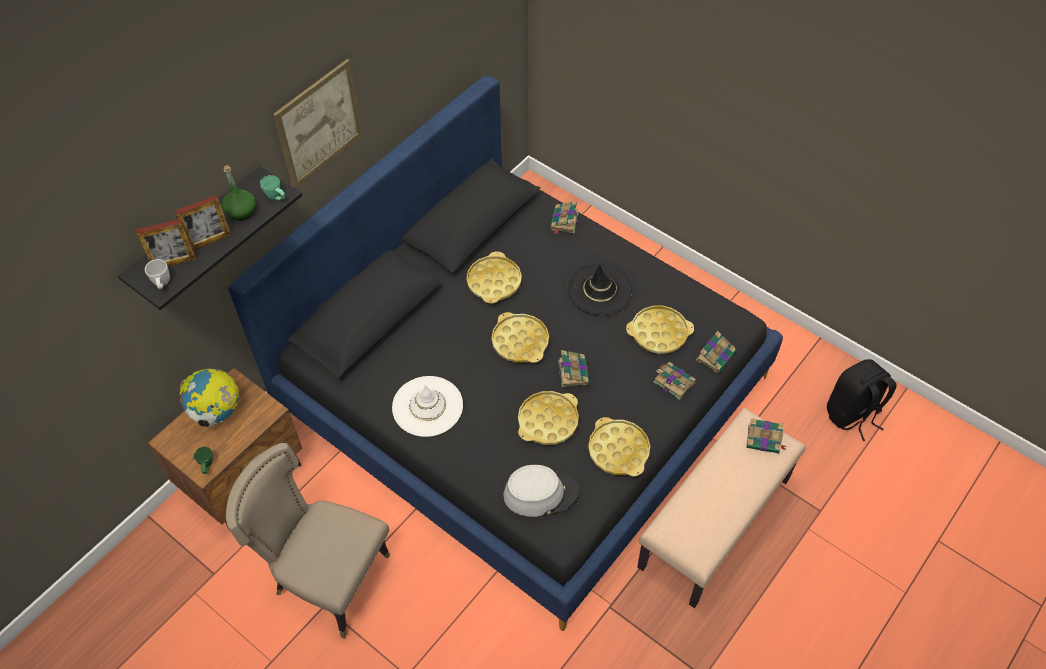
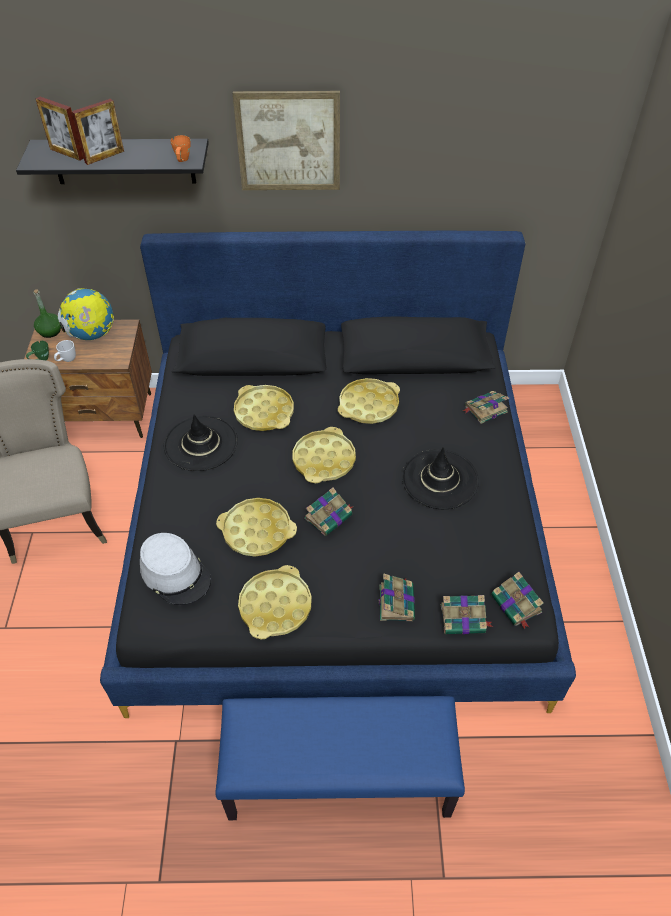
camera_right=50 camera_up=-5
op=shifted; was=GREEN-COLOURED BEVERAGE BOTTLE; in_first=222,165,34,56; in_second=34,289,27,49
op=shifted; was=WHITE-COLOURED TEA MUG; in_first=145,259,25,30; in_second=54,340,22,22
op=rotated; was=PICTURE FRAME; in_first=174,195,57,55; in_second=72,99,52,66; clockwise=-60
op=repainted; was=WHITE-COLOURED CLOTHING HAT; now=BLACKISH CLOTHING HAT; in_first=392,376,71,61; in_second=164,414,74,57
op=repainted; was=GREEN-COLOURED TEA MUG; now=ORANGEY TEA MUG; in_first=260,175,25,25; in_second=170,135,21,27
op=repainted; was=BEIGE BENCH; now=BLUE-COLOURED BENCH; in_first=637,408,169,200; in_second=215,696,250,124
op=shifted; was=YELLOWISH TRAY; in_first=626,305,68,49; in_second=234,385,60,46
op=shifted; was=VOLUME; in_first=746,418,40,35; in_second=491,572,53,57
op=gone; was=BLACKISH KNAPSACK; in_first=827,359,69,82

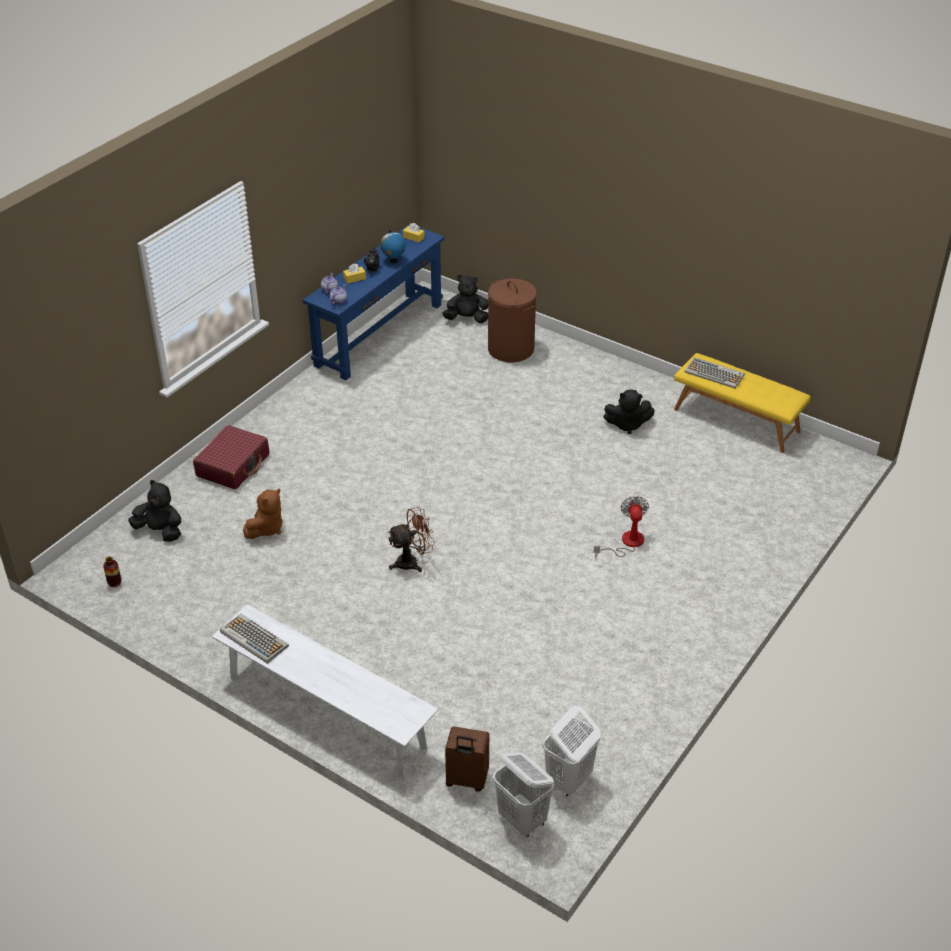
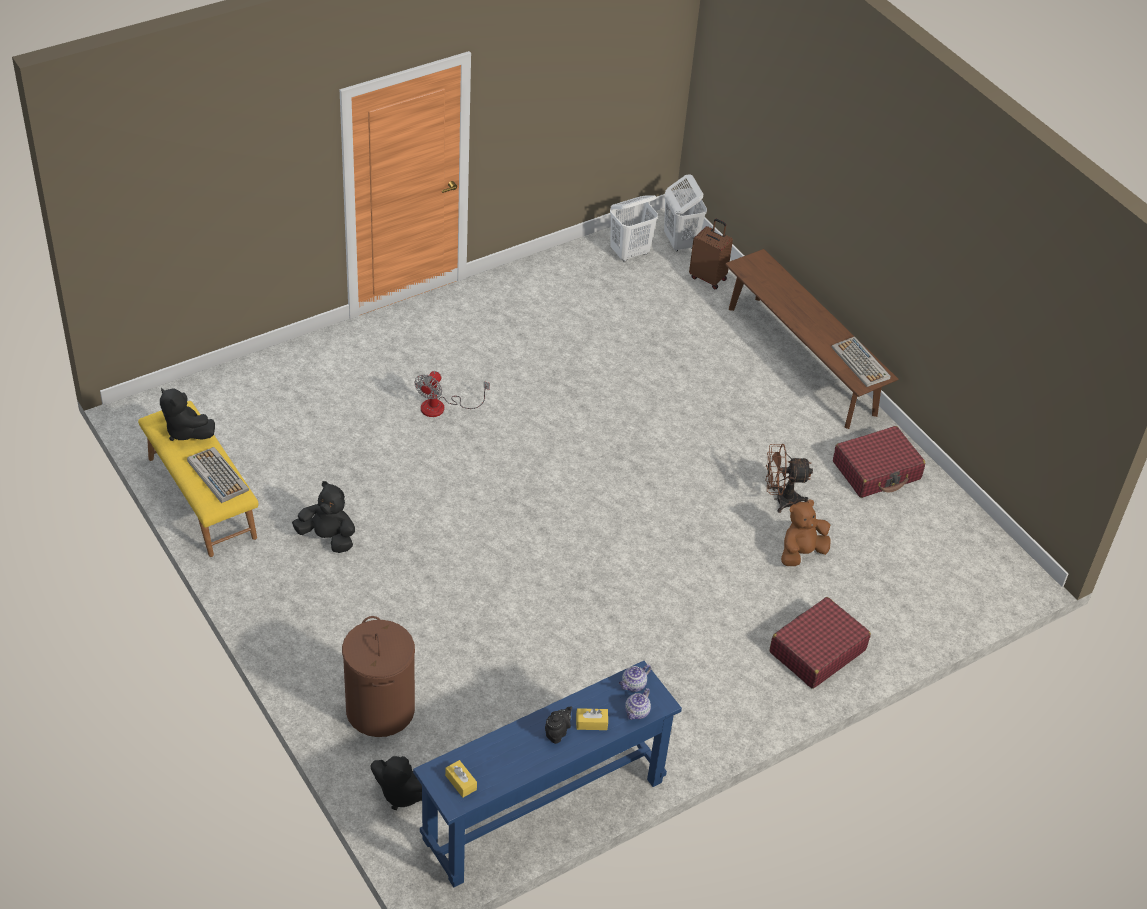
camera_right=-160 camera_up=5
op=shifted; was=BLACKISH PLUSH TOY; in_first=128,480,53,62; in_second=160,387,55,54
op=repainted; was=WHITE-COLOURED BENCH; now=BROWN BENCH; in_first=212,604,226,172; in_second=725,249,173,180
op=shifted; was=BROWN FAN; in_first=388,507,47,65; in_second=766,444,47,69
op=new; now=RED TRAVEL CASE; in_second=833,426,92,72
op=gone; was=DECORATIVE VASE; in_first=103,557,18,30
op=gone; was=DESK GLOBE; in_first=380,230,26,33

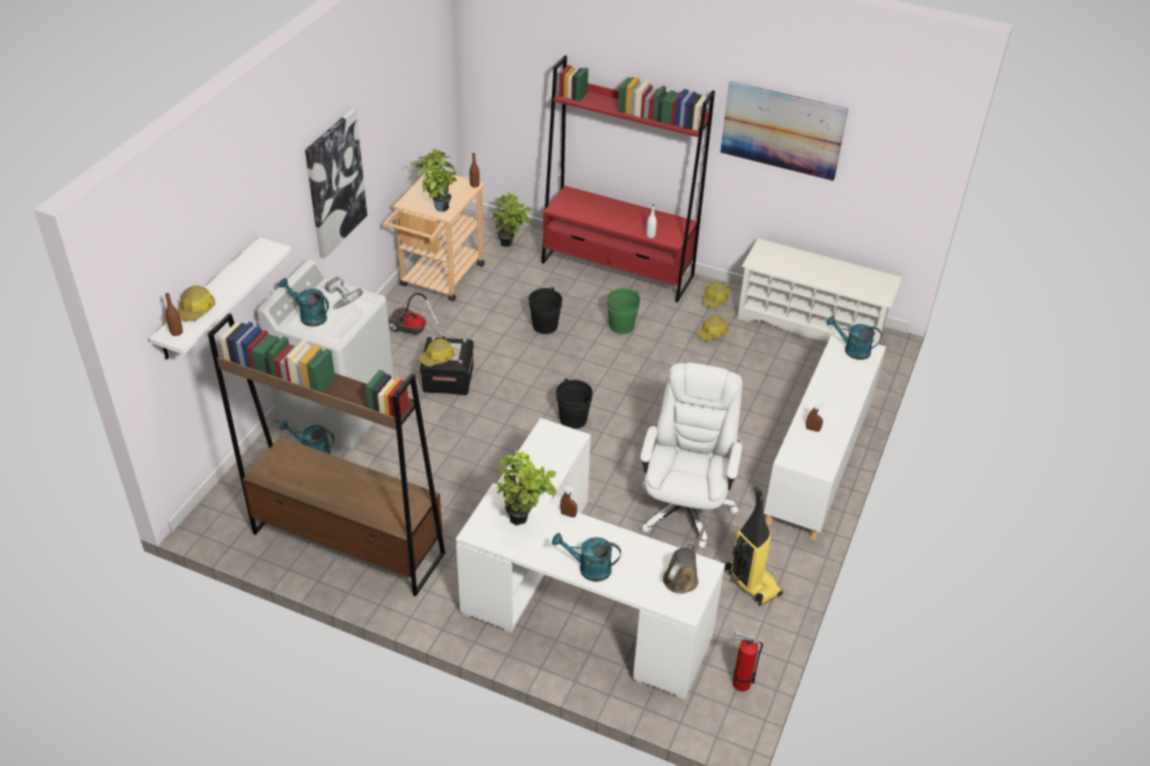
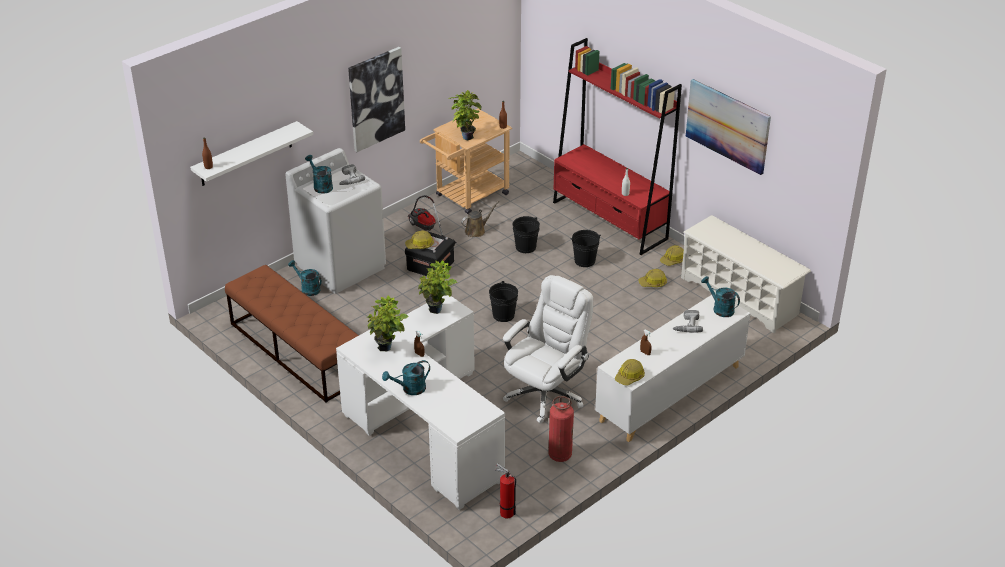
camera_right=25 camera_up=-5
op=swapped; was=BROWN BOOKSHELF; now=BROWN BENCH; in_first=208,313,237,283; in_second=225,265,134,138
op=rotated; was=TURQUOISE-COLOURED WATERING POT; in_first=552,533,69,49; in_second=382,360,48,35; clockwise=-60
op=shifted; was=PLANT IN A POT; in_first=491,192,41,55; in_second=418,260,40,54
op=shifted; was=BROWN WATERING POT; in_first=663,518,46,76; in_second=461,201,38,36
op=swapped; was=VACUUM CLEANER; now=FIRE-FIGHTING CYLINDER; in_first=725,486,58,120; in_second=549,396,25,66
op=repainted; was=GREEN-COLOURED PAIL; now=BLACKISH PAIL; in_first=607,288,33,46; in_second=570,230,31,37
op=shifted; was=HARD HAT; in_first=178,286,37,36; in_second=615,359,30,27
op=new; now=POWER DRILL; in_second=672,310,31,23

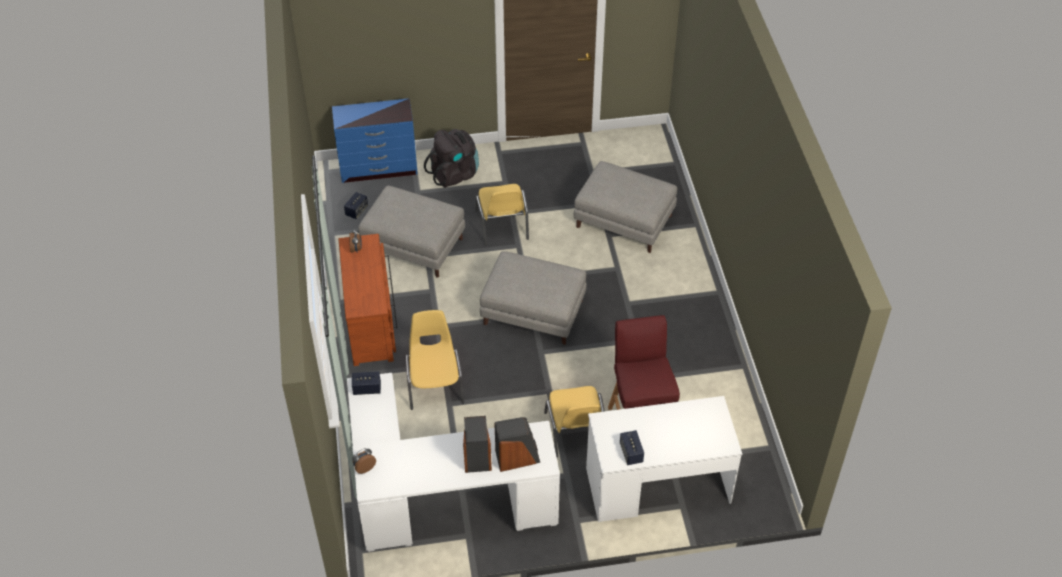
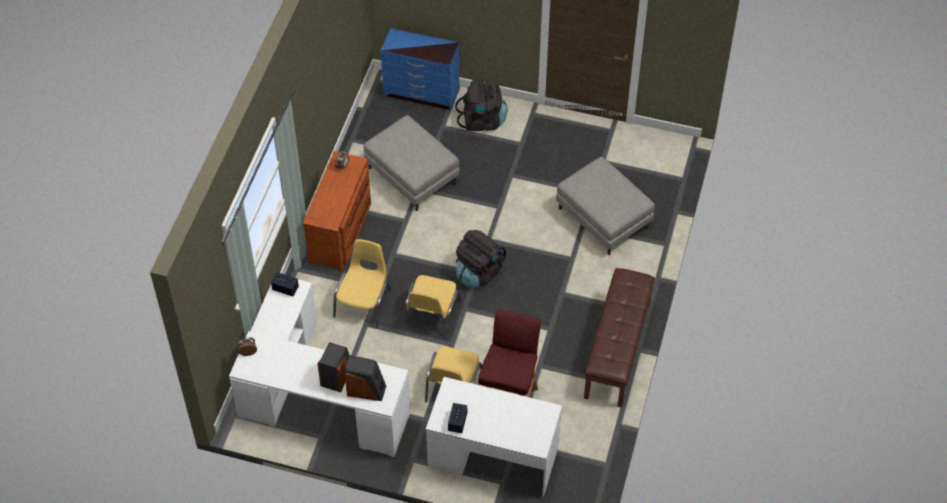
camera_right=25 camera_up=5
op=shifted; was=YELLOWISH PLAIN CHAIR; in_first=475,184,54,61; in_second=404,275,57,64
op=swapped; was=GRAY POUFFE; now=BLACKISH KNAPSACK; in_first=480,251,106,94; in_second=456,230,50,58
op=new; now=BROWN BENCH; in_second=584,268,71,139
op=gone; was=SPEAKER; in_first=344,192,24,27

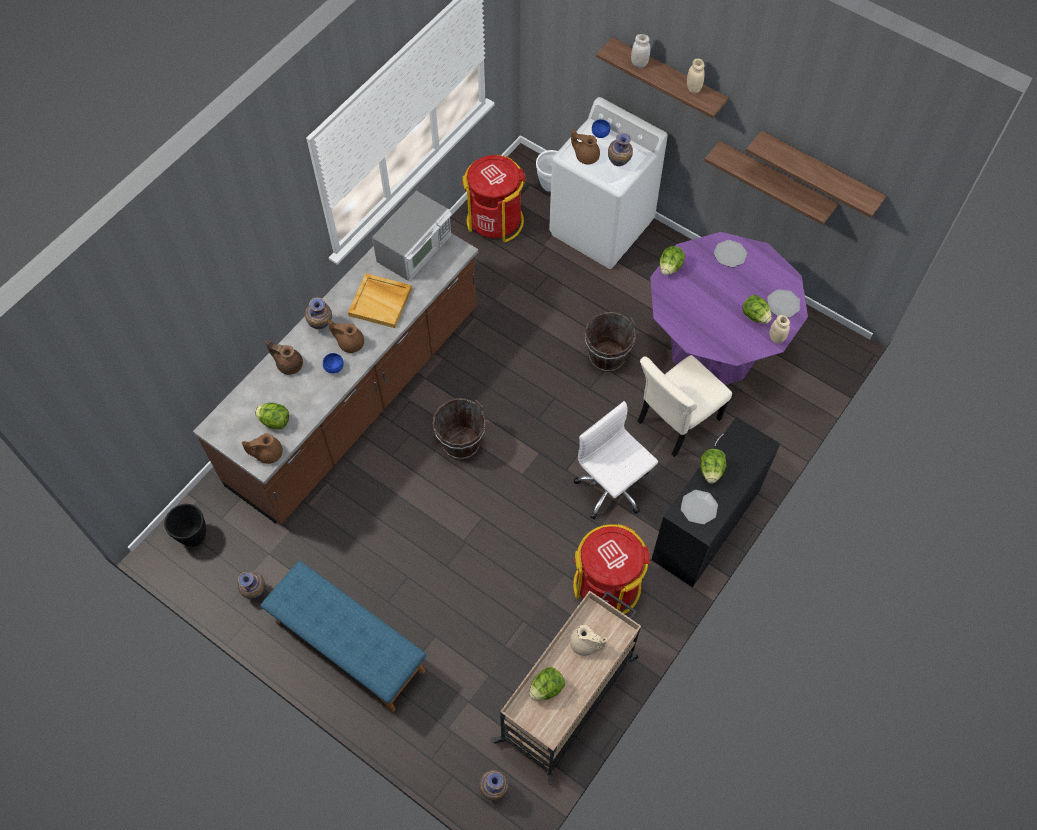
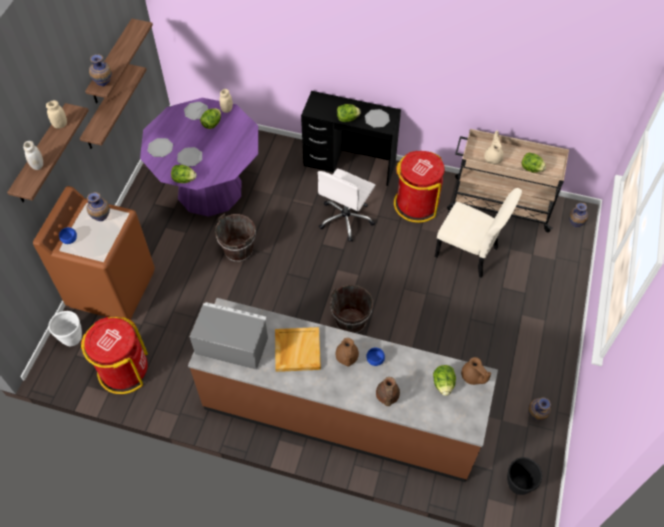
camera_right=-110 camera_up=-5
op=repainted; was=WHITE-COLOURED LAUNDRY APPLIANCE; now=BROWN LAUNDRY APPLIANCE; in_first=549,97,119,172; in_second=33,186,122,134
op=shifted; was=DECORATIVE VASE; in_first=305,297,27,32; in_second=89,54,23,33
op=new; now=PLATE; in_second=177,147,25,20
op=shifted; was=BEIGE PLAIN CHAIR; in_first=637,355,95,102; in_second=435,188,87,90
op=gone; was=BLUE-COLOURED BENCH; in_first=261,561,165,151
op=gone; was=BROWN POT FOR TEA; in_first=571,129,29,36

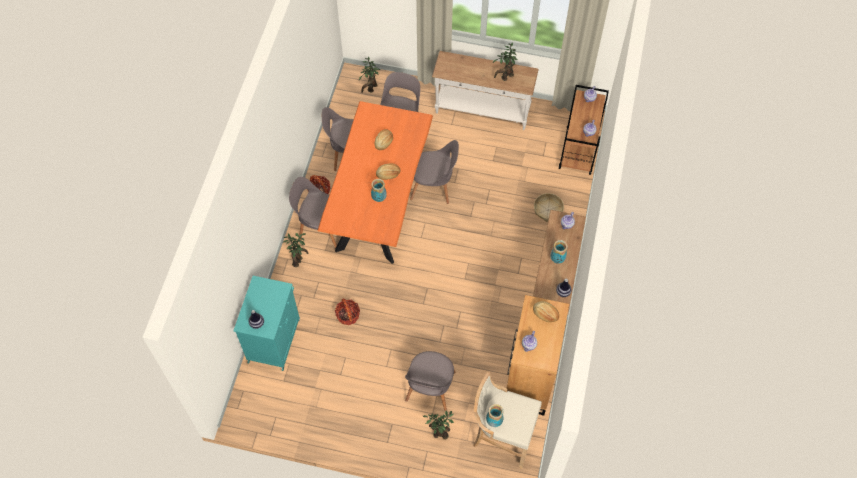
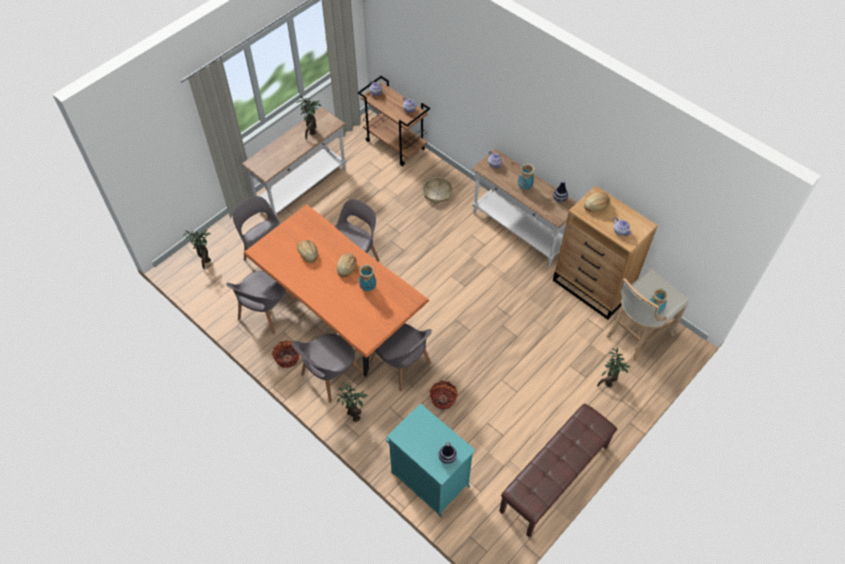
camera_right=-60 camera_up=-5
op=shifted; was=GRAY PLAIN CHAIR; in_first=405,351,51,60; in_second=370,324,62,67
op=new; now=BROWN BENCH; in_second=499,404,118,134

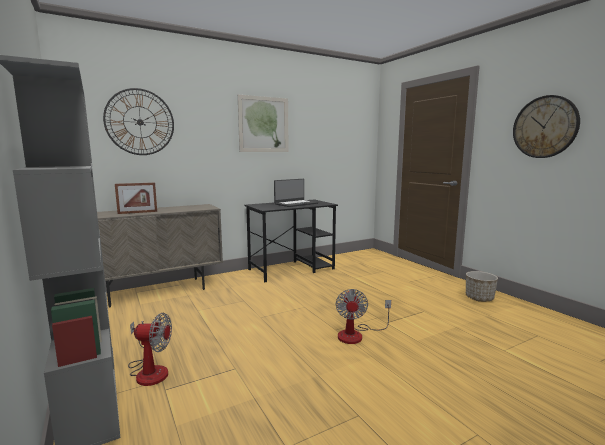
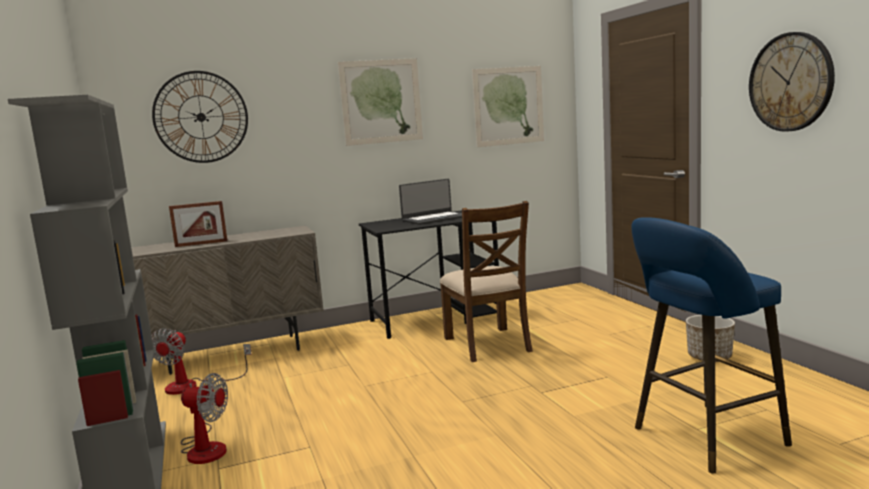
camera_right=10 camera_up=0
op=shifted; was=FAN; in_first=336,289,55,55; in_second=152,328,100,67
op=new; now=BROWN PLAIN CHAIR; in_second=440,201,93,161
op=new; now=WALL ART; in_second=472,66,72,81
op=new; now=BLUE-COLOURED STOOL SEAT; in_second=631,217,161,257

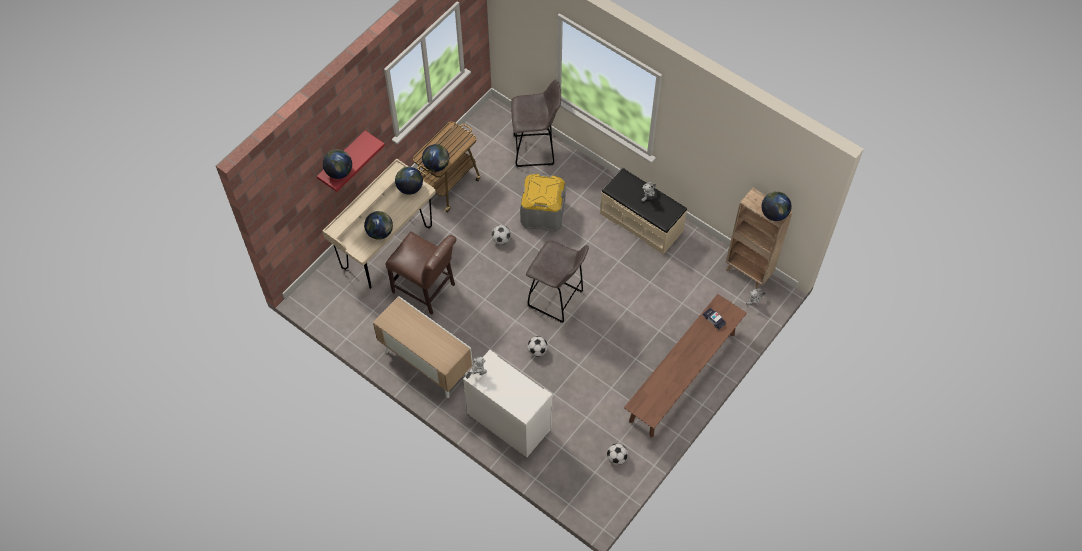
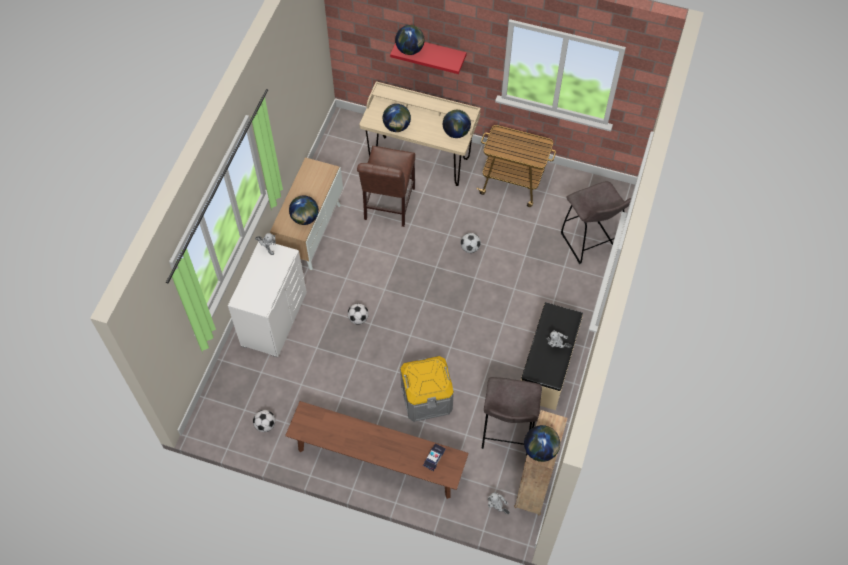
camera_right=70 camera_up=0
op=shifted; was=DESK GLOBE; in_first=422,144,27,28; in_second=289,195,30,30
op=shifted; was=GRAY STORAGE BIN; in_first=520,174,46,58; in_second=400,356,54,66
op=shifted; was=GRAY STOOL SEAT; in_first=526,240,63,83; in_second=481,377,61,79

